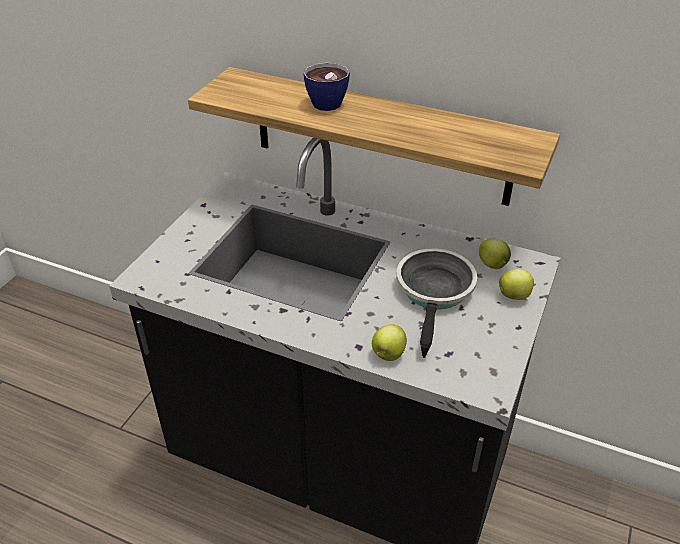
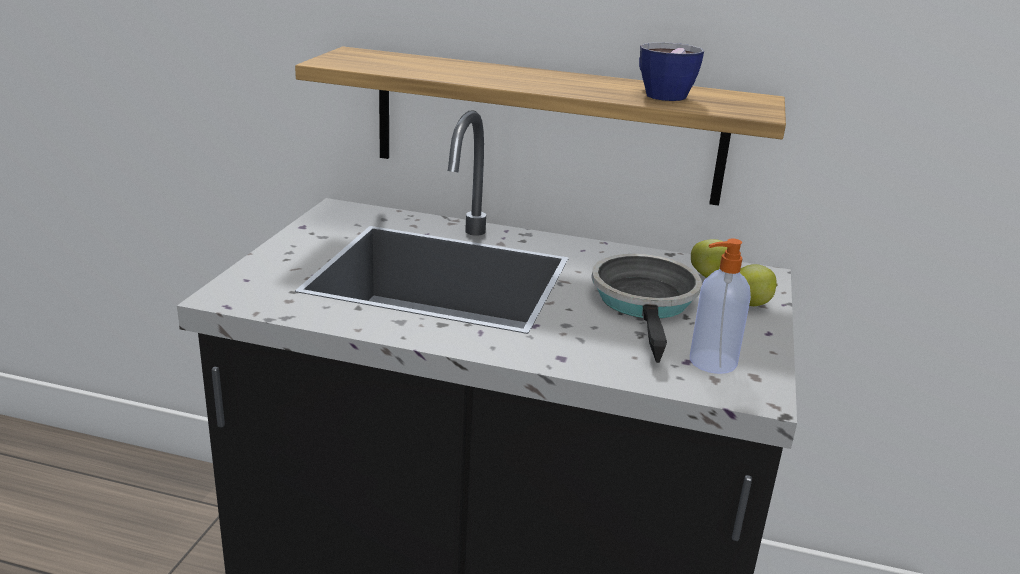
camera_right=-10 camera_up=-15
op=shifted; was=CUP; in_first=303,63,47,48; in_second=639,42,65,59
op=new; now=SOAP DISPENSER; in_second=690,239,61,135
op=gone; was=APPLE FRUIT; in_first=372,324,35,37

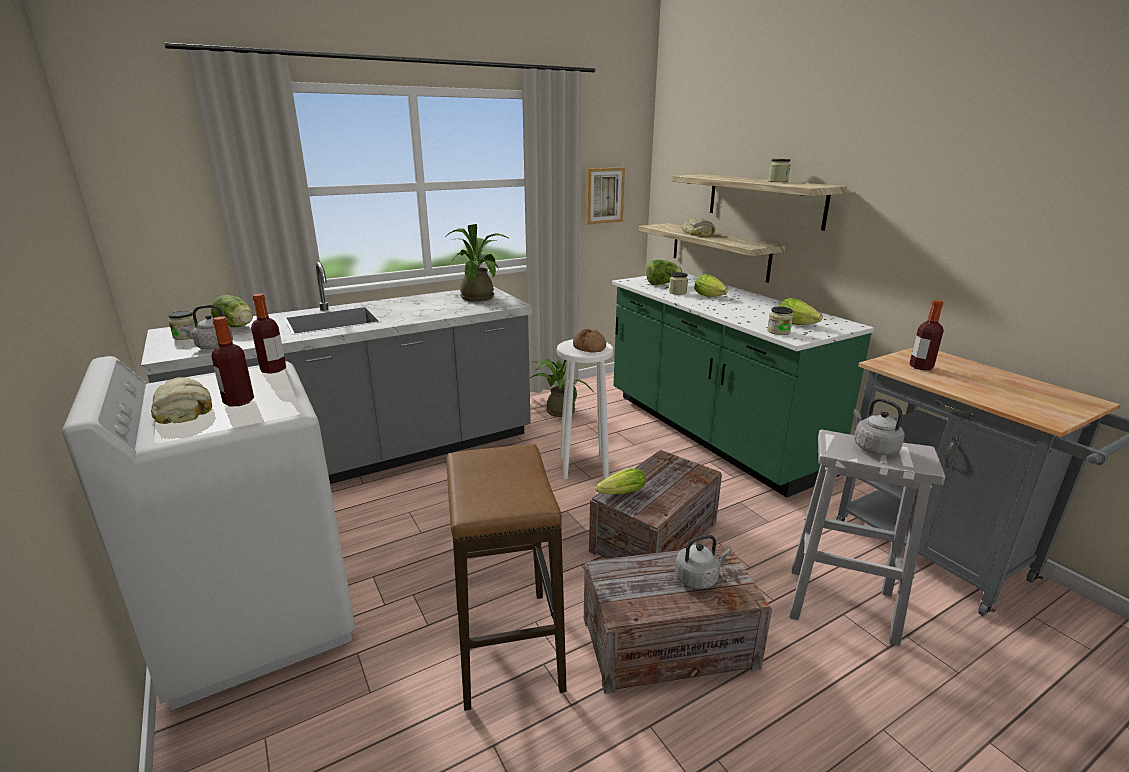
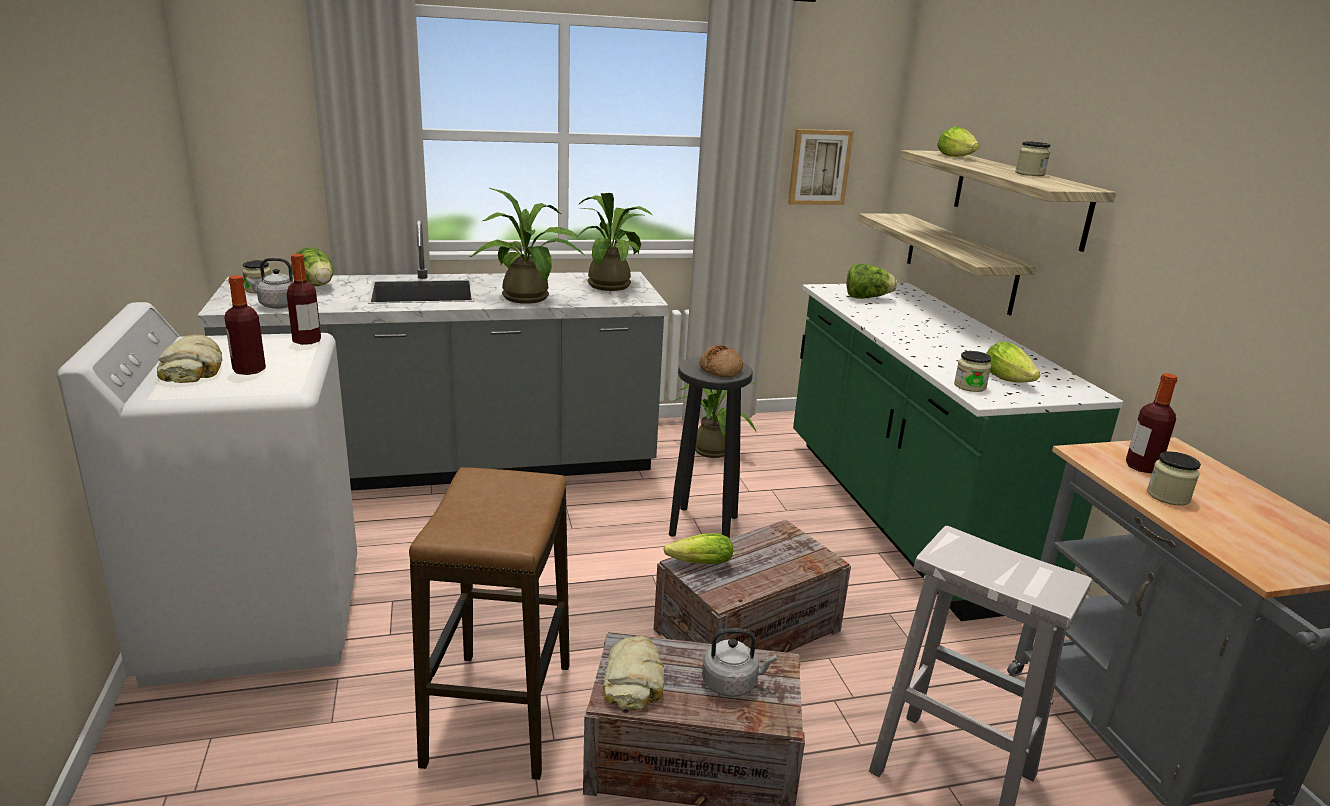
camera_right=15 camera_up=0
op=new; now=PLANT IN A POT; in_second=470,188,114,116
op=shifted; was=BREAD; in_first=682,218,33,18; in_second=603,636,61,73
op=repainted; was=WHITE-COLOURED STOOL SEAT; now=BLACKISH STOOL SEAT; in_first=557,339,56,140; in_second=669,356,84,182
op=shifted; was=LETTUCE HEAD; in_first=694,274,34,23; in_second=937,126,42,31
op=shifted; was=STORAGE JAR; in_first=669,272,19,23; in_second=1147,451,54,55
op=gone; was=GRAY KETTLE; in_first=853,398,52,57

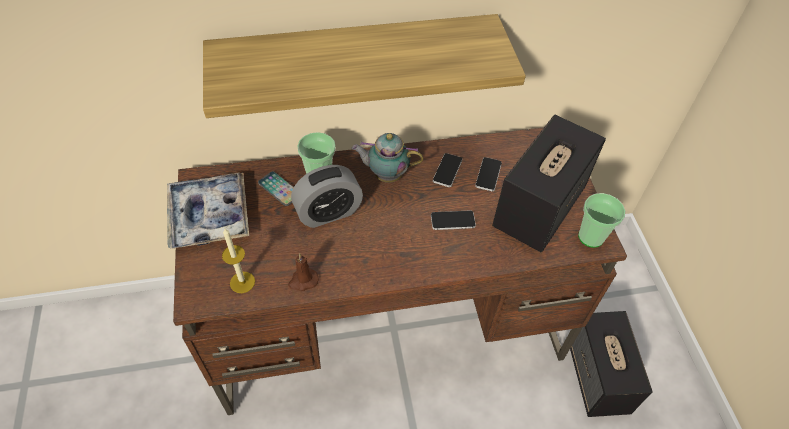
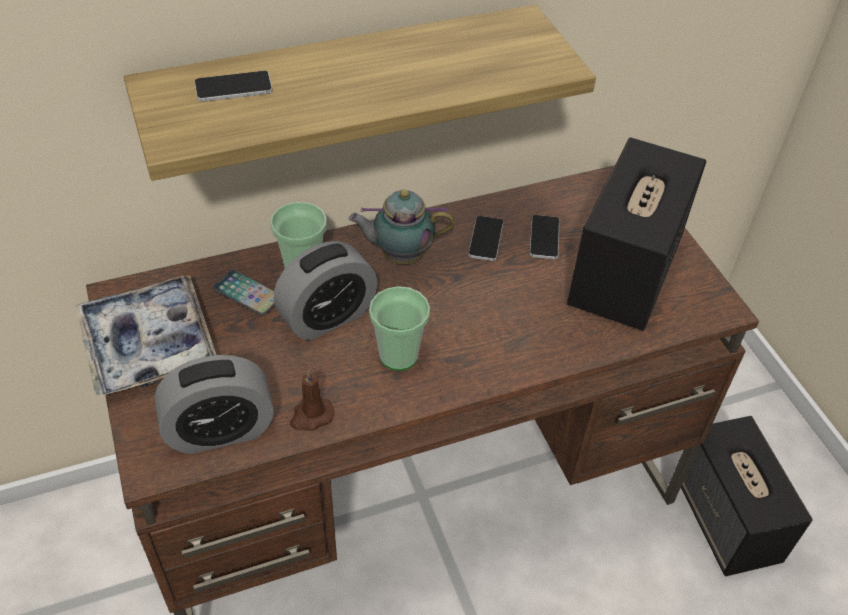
camera_right=-10 camera_up=-5
op=swapped; was=WAX CANDLE; now=ALARM CLOCK; in_first=222,229,33,64; in_second=154,355,120,99
op=shifted; was=HANDSET; in_first=431,210,45,20; in_second=195,71,78,31
op=shifted; was=CUP; in_first=578,193,47,55; in_second=369,286,61,85

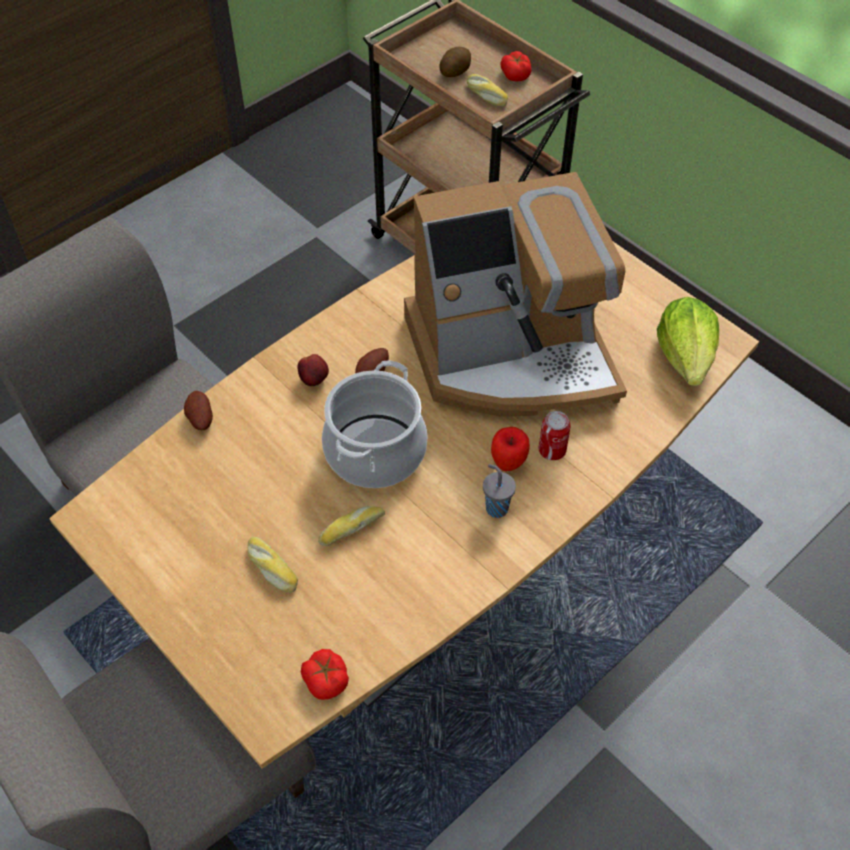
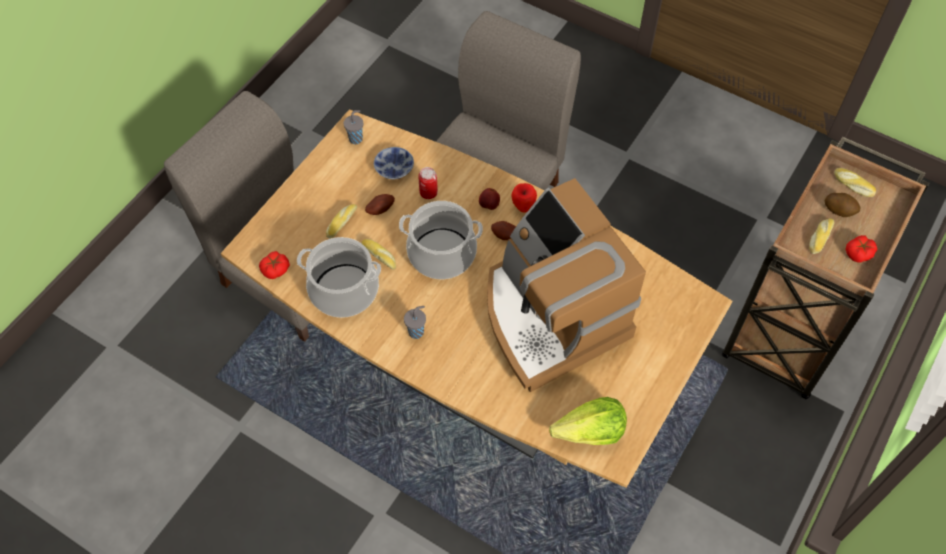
camera_right=75 camera_up=5
op=new; now=COOKING POT; in_second=297,237,84,81
op=new; now=GRAY CUP; in_second=344,110,19,34
op=shifted; was=WHOLE POTATO; in_first=184,391,29,39; in_second=365,194,30,21
op=new; now=SERVING BOWL; in_second=374,147,40,32
op=shifted; was=CAN; in_first=538,411,33,49; in_second=418,167,20,32
op=shifted; was=APPLE FRUIT; in_first=491,427,39,44; in_second=512,183,25,29
op=new; now=BREAD; in_second=834,168,42,29

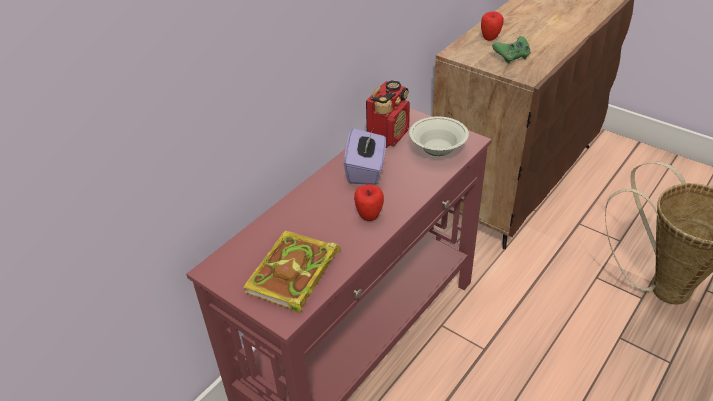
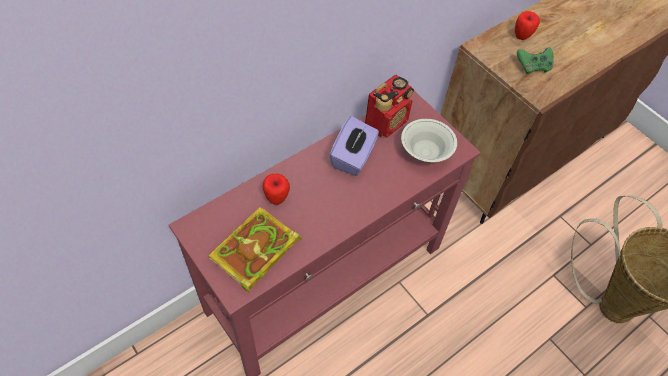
camera_right=10 camera_up=15
op=shifted; was=APPLE FRUIT; in_first=354,184,30,37; in_second=263,174,27,31

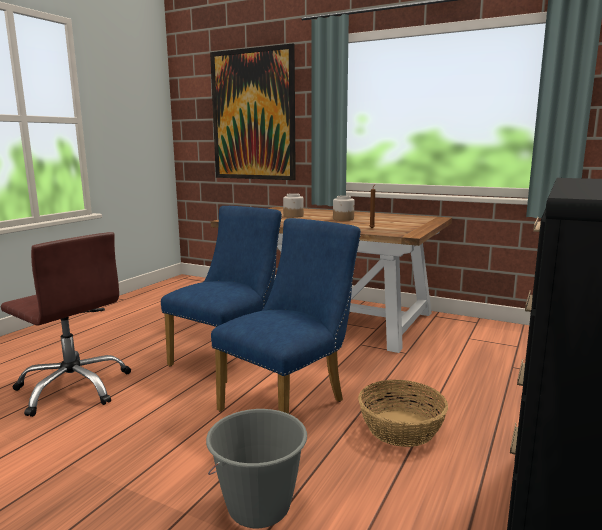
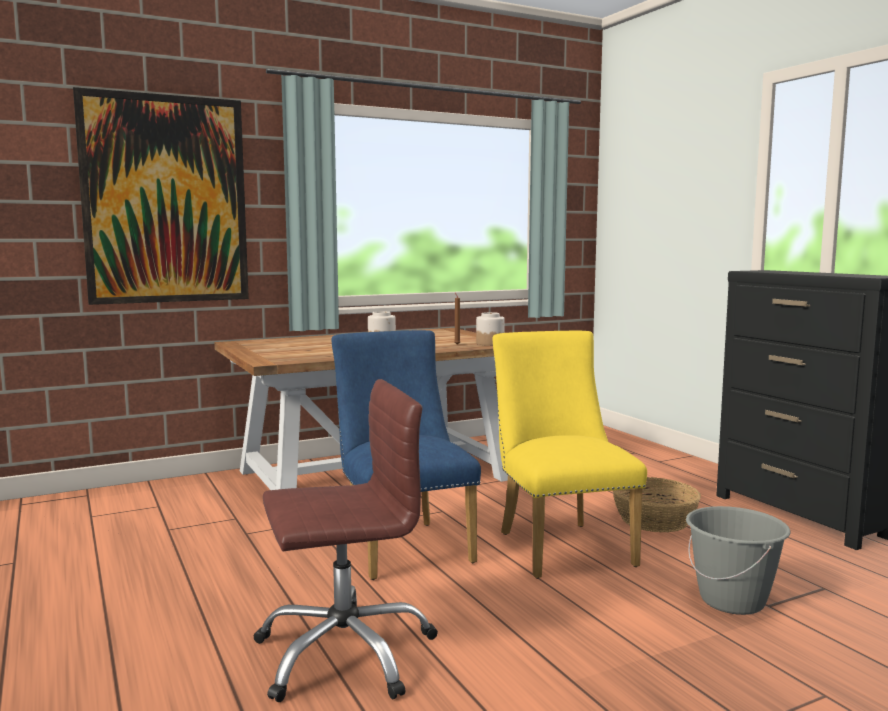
camera_right=-55 camera_up=-5
op=shifted; was=STORAGE JAR; in_first=283,193,21,25; in_second=476,312,29,34
op=repainted; was=BLUE-COLOURED PLAIN CHAIR; now=YELLOWISH PLAIN CHAIR; in_first=211,218,150,196; in_second=492,330,155,249

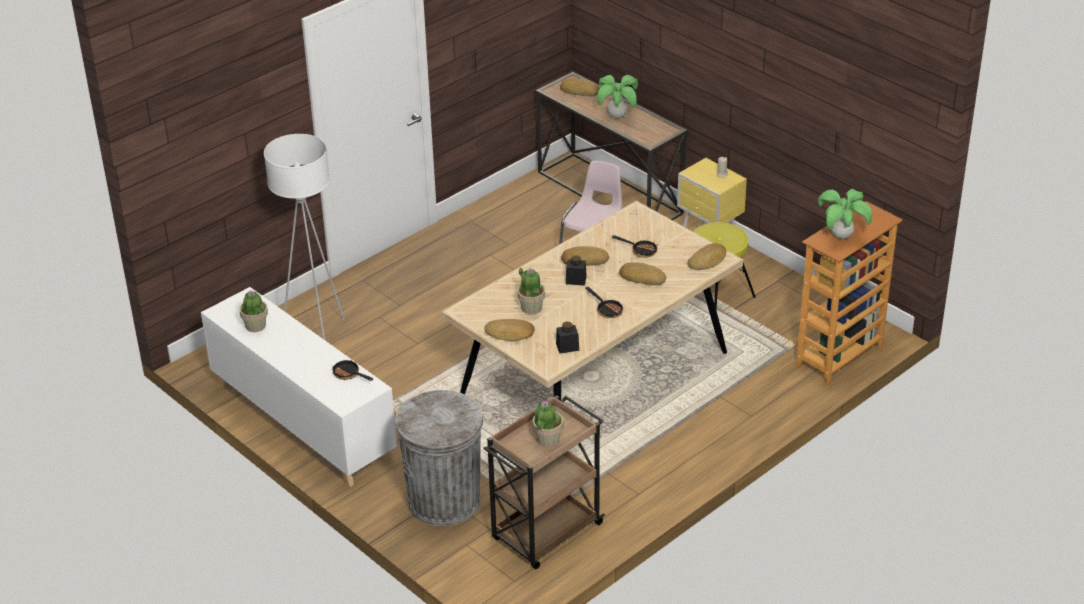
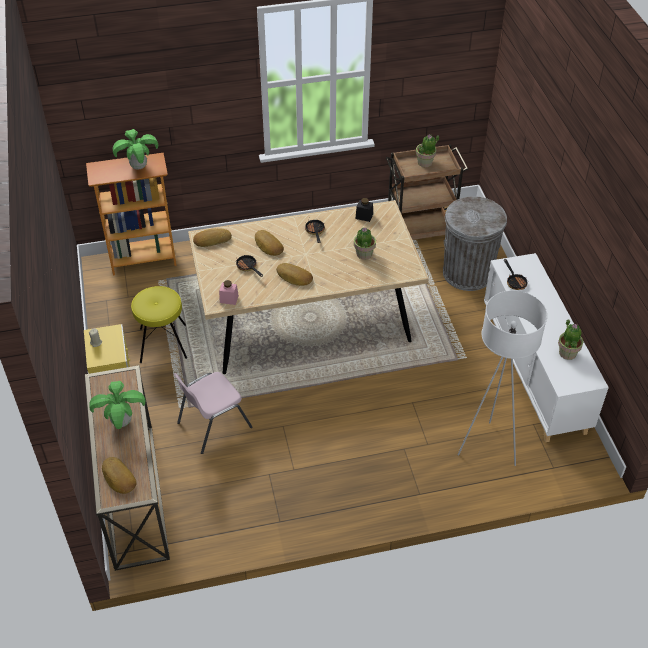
camera_right=-150 camera_up=10
op=new; now=PINKISH STORAGE JAR; in_second=219,280,20,25
op=gone; was=BREAD; in_first=484,319,51,22
op=gone; was=BLACKISH STORAGE JAR; in_first=566,255,21,31

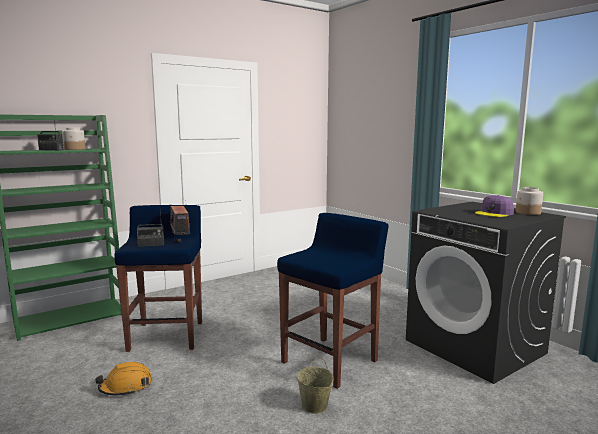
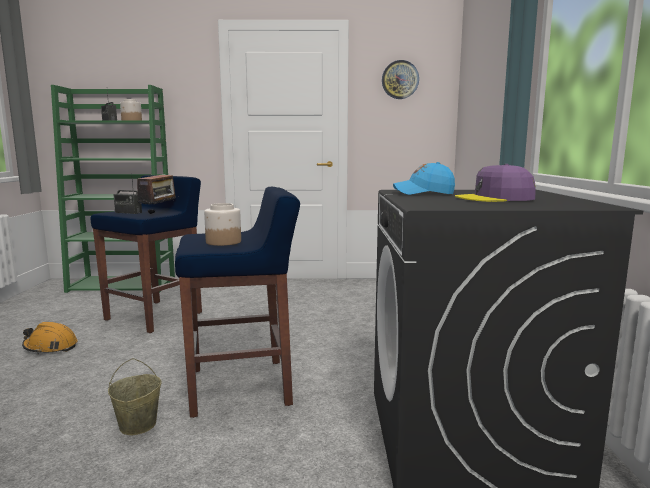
camera_right=35 camera_up=0
op=shifted; was=STORAGE JAR; in_first=516,187,27,28; in_second=204,203,37,43
op=new; now=HANGING CLOCK; in_second=382,60,37,39
op=new; now=BLUE-COLOURED PEAKED CAP; in_second=393,162,62,33

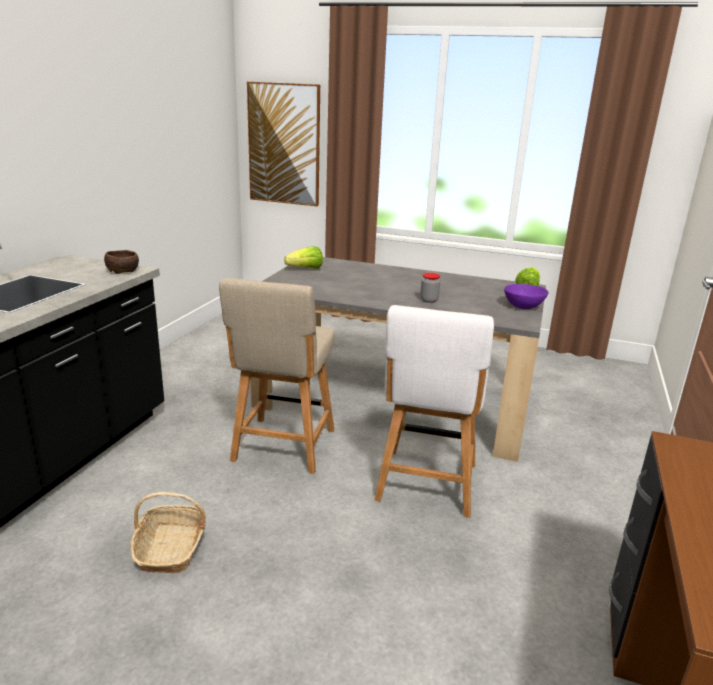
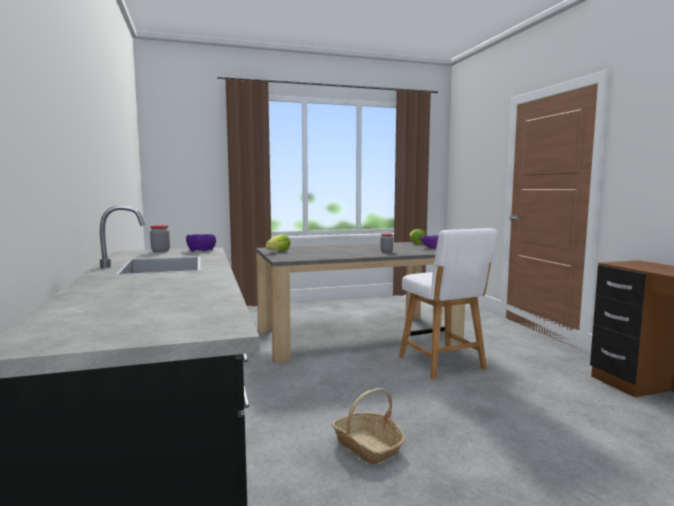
camera_right=-35 camera_up=-15
op=new; now=STORAGE JAR; in_second=150,225,20,27
op=repainted; was=BROWN SERVING BOWL; now=PURPLISH SERVING BOWL; in_first=104,250,35,24; in_second=186,234,30,18
op=gone; was=BEIGE PLAIN CHAIR; in_first=219,278,116,196
op=gone; was=WALL ART; in_first=247,82,73,124

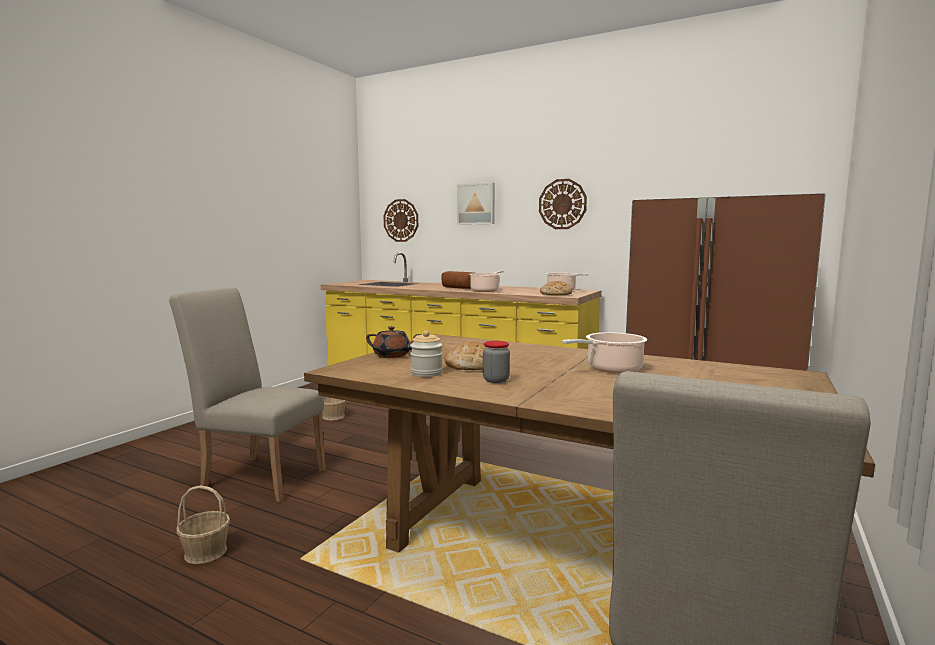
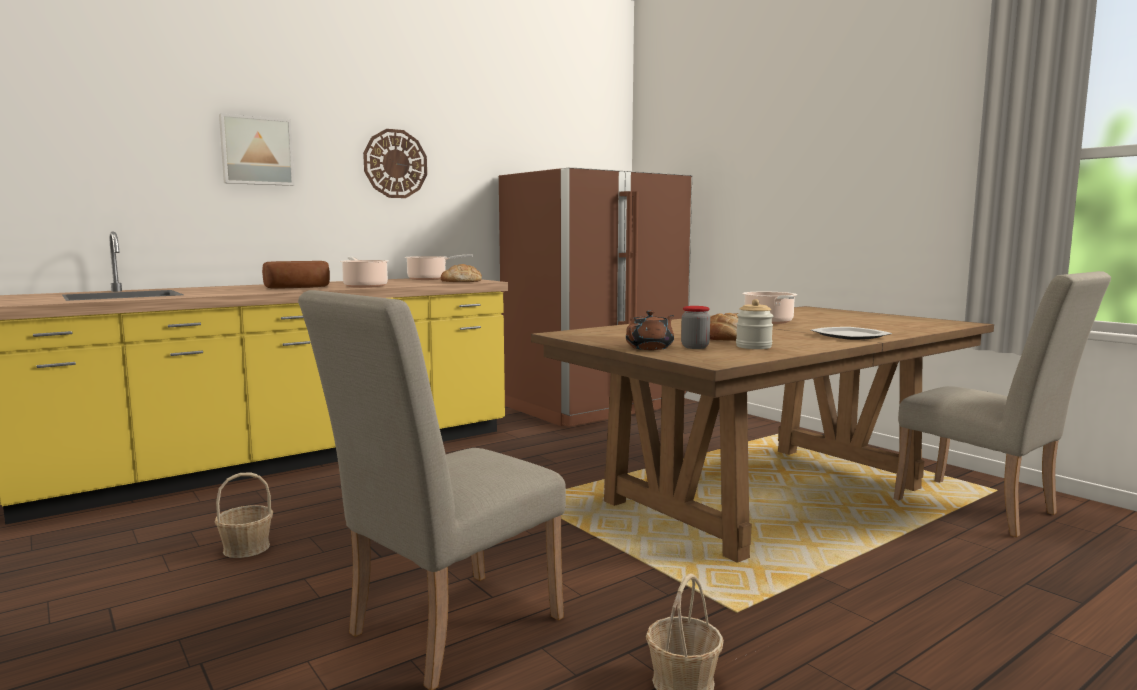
camera_right=-65 camera_up=0
op=shifted; was=STORAGE JAR; in_first=483,341,27,42; in_second=681,306,29,43
op=new; now=PLATE; in_second=811,327,81,13
op=gone; was=HANGING CLOCK; in_first=383,199,35,43

